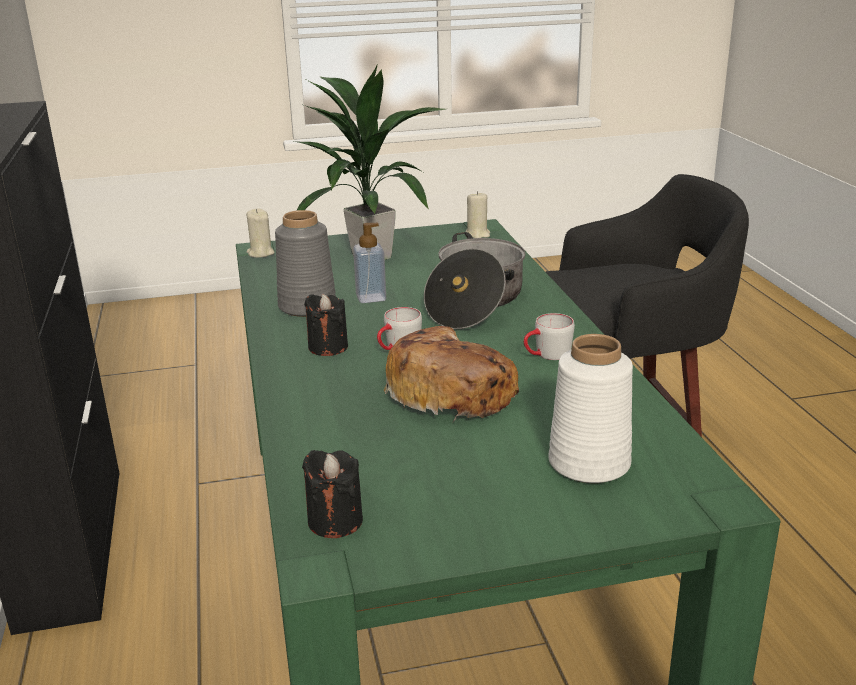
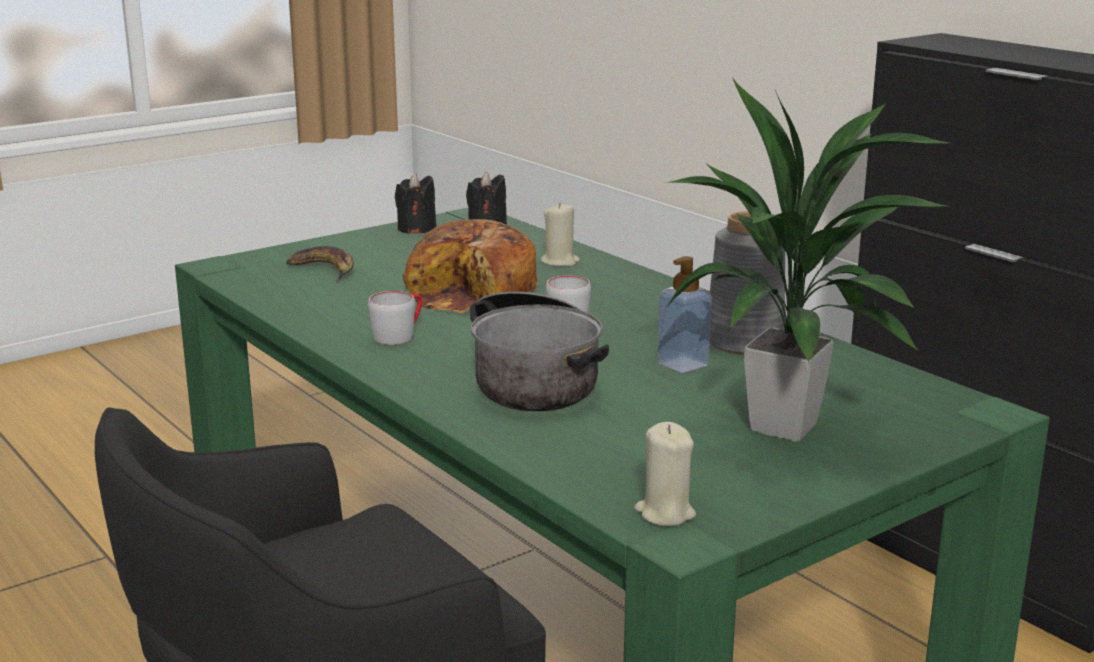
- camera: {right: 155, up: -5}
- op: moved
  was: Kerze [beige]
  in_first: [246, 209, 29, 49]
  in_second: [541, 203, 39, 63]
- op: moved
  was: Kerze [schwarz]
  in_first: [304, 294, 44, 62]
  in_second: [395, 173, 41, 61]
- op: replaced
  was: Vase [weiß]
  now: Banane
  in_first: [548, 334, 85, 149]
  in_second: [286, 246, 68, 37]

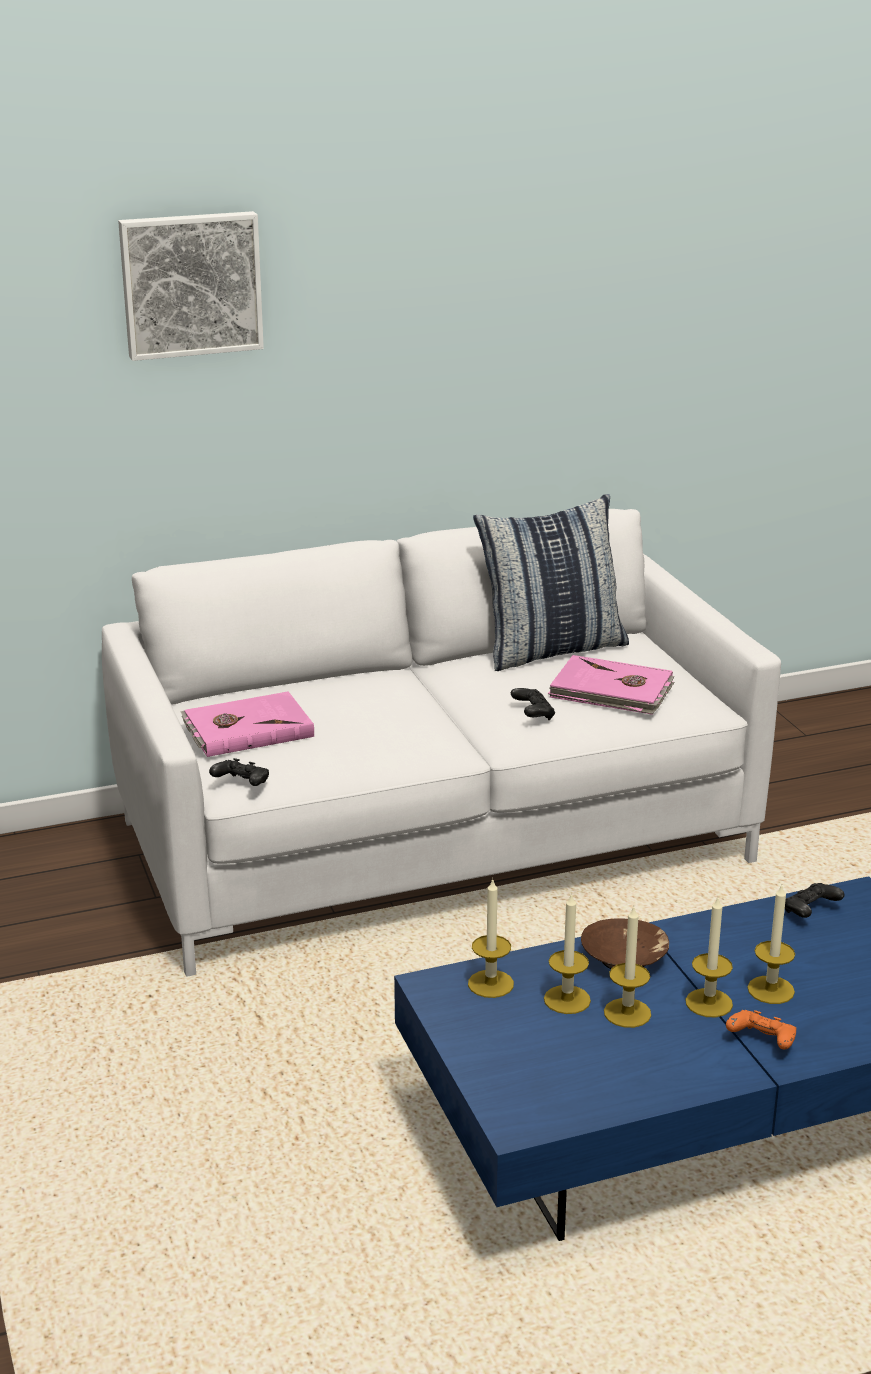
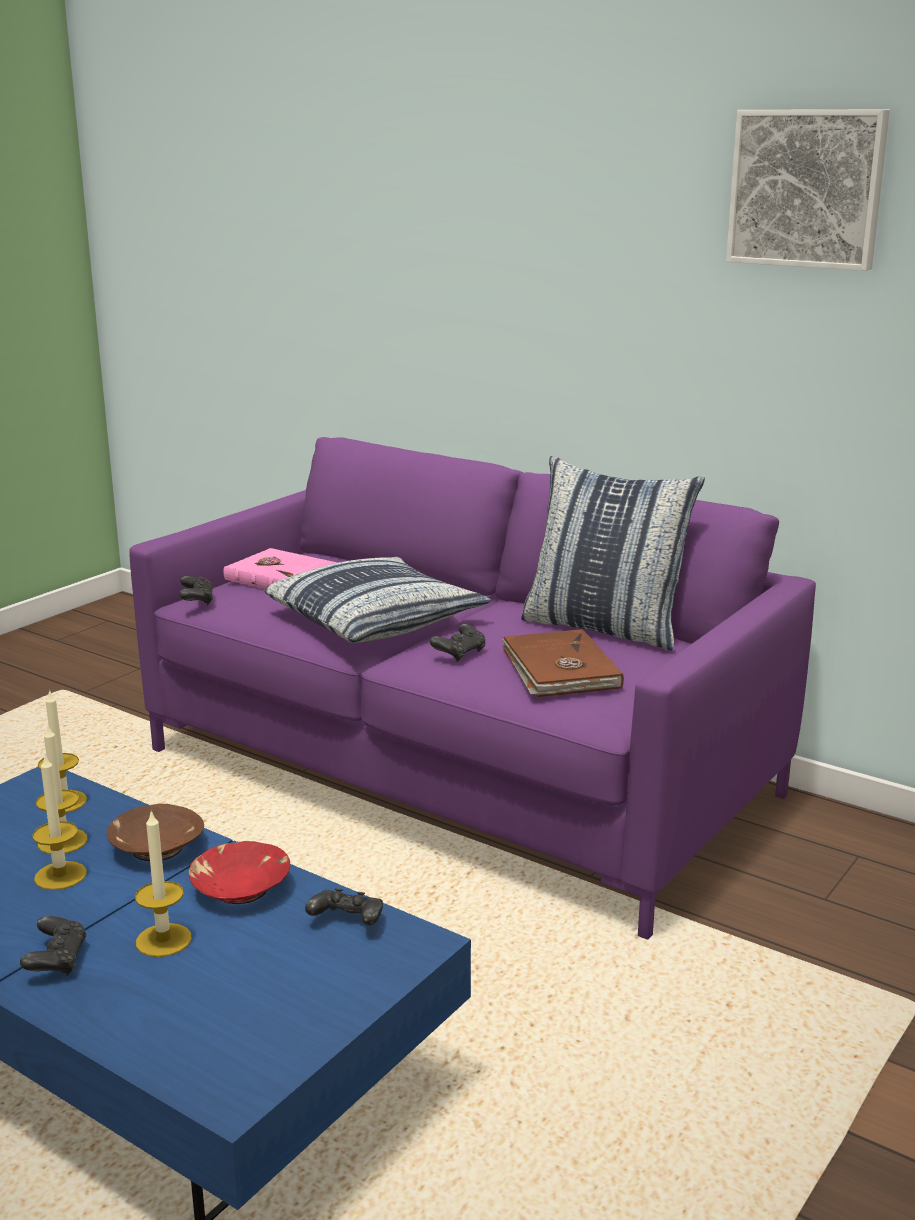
- camera: {right: 55, up: -5}
- op: removed
  was: Kerze
  in_first: [685, 898, 48, 120]
- op: added
  now: Schüssel [rot]
  in_second: [189, 841, 101, 63]
- op: added
  now: Kissen
  in_second: [264, 557, 227, 86]
- op: moved
  was: Bild
  in_first: [118, 211, 146, 150]
  in_second: [726, 109, 164, 162]
- op: recoloured
  was: Sofa [weiß]
  now: Sofa [lila]
  in_first: [102, 509, 679, 468]
  in_second: [129, 437, 687, 503]
- op: recoloured
  was: Buch [rosa]
  now: Buch [braun]
  in_first: [548, 655, 126, 60]
  in_second: [502, 629, 122, 68]
- op: recoloured
  was: Gamepad [orange]
  now: Gamepad [schwarz]
  in_first: [726, 1010, 70, 40]
  in_second: [20, 916, 67, 60]

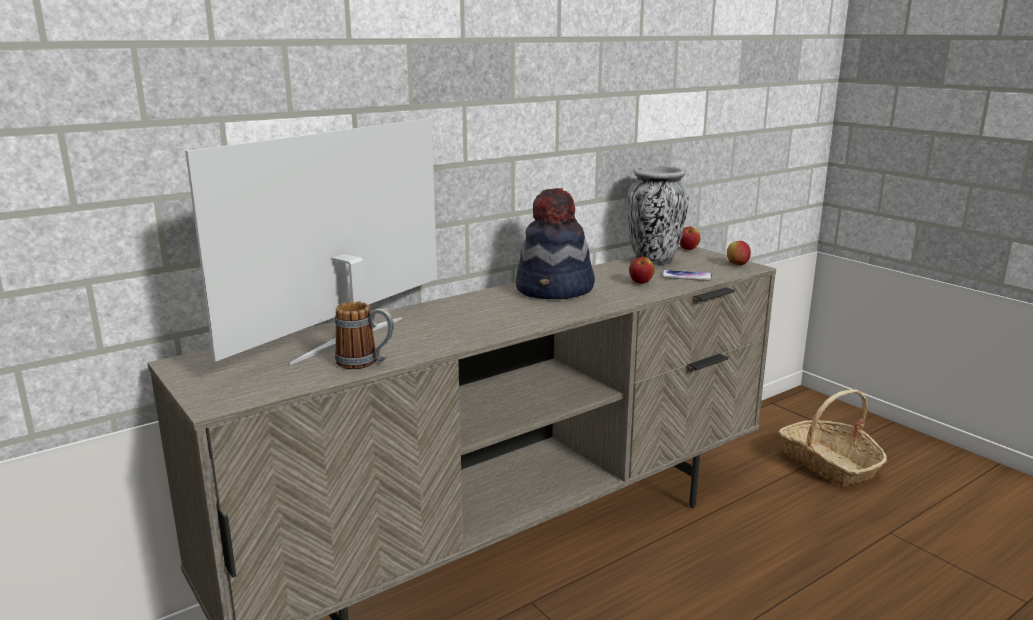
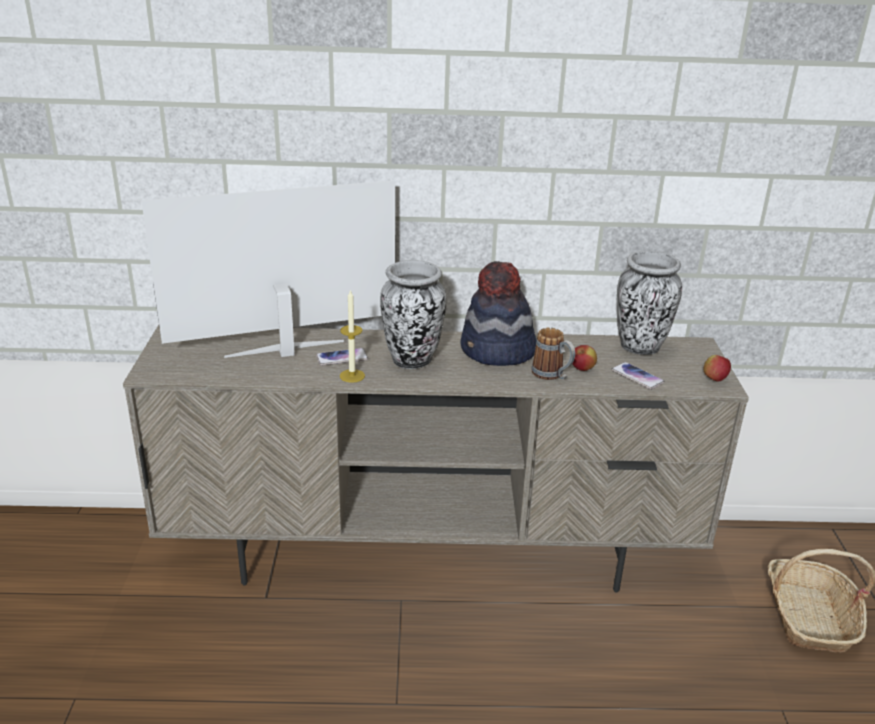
- camera: {right: 35, up: 10}
- op: removed
  was: Apfel
  in_first: [680, 227, 21, 23]
- op: added
  now: Handy
  in_second: [316, 348, 52, 17]
- op: added
  now: Kerze
  in_second: [340, 289, 25, 94]
- op: added
  now: Vase
  in_second: [380, 260, 67, 109]
- op: moved
  was: Henkelbecher
  in_first: [335, 301, 58, 68]
  in_second: [531, 328, 44, 52]

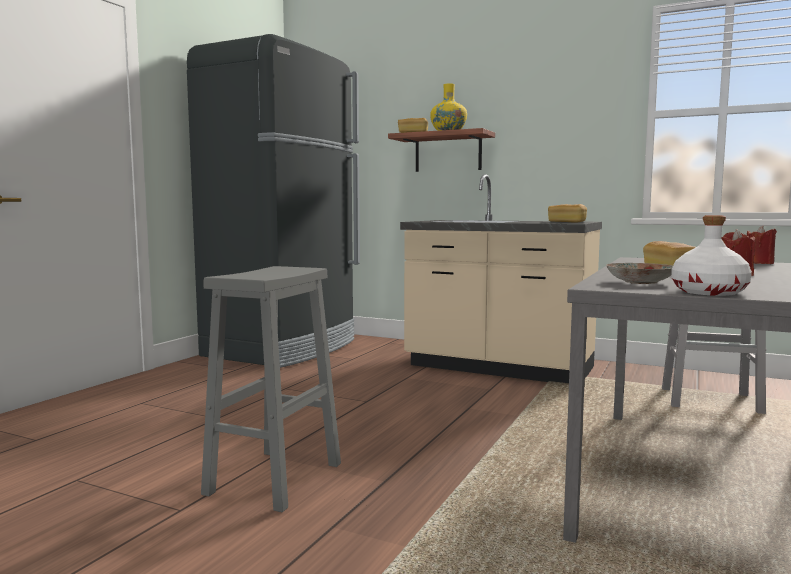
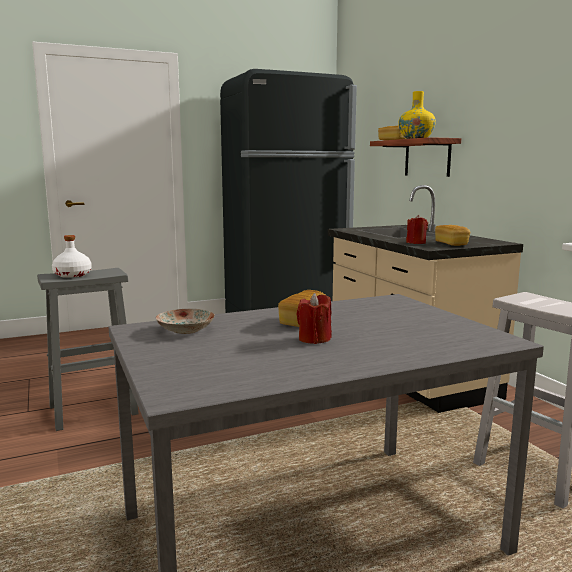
- camera: {right: 40, up: 5}
- op: moved
  was: Flasche [weiß]
  in_first: [672, 215, 80, 81]
  in_second: [52, 235, 40, 43]
- op: moved
  was: Kerze [rot]
  in_first: [747, 226, 30, 38]
  in_second: [406, 215, 22, 29]

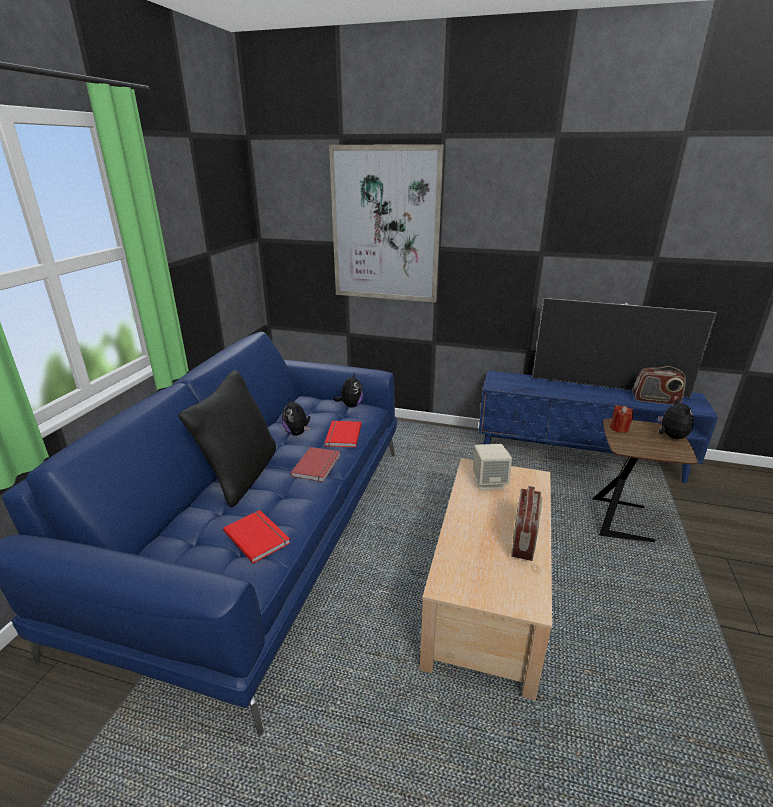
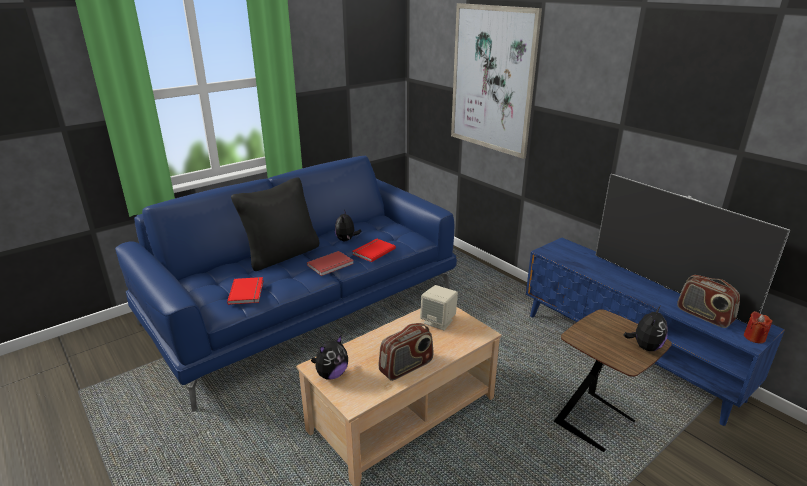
- camera: {right: 35, up: 0}
- op: moved
  was: Plüschtier
  in_first: [333, 372, 30, 36]
  in_second: [311, 336, 37, 44]
- op: moved
  was: Kerze [rot]
  in_first: [610, 405, 23, 28]
  in_second: [744, 311, 29, 32]

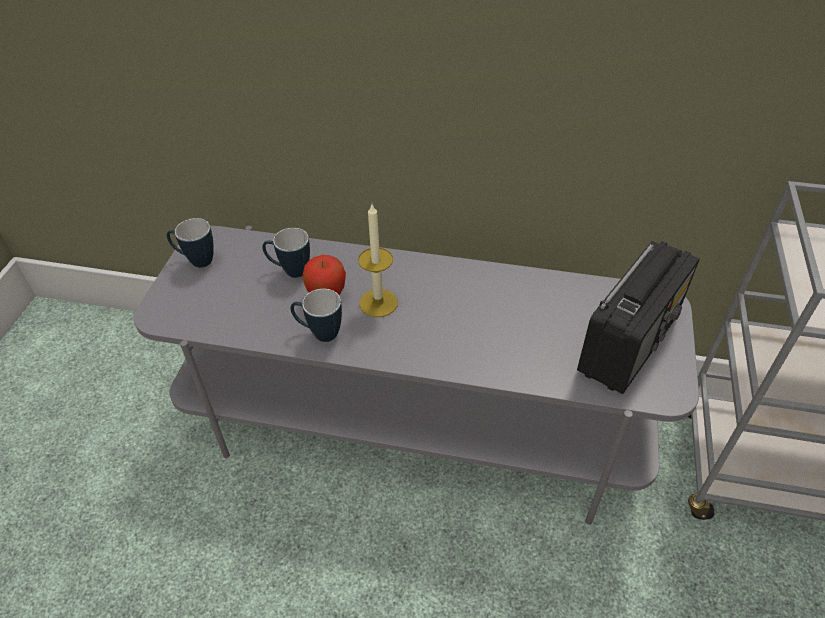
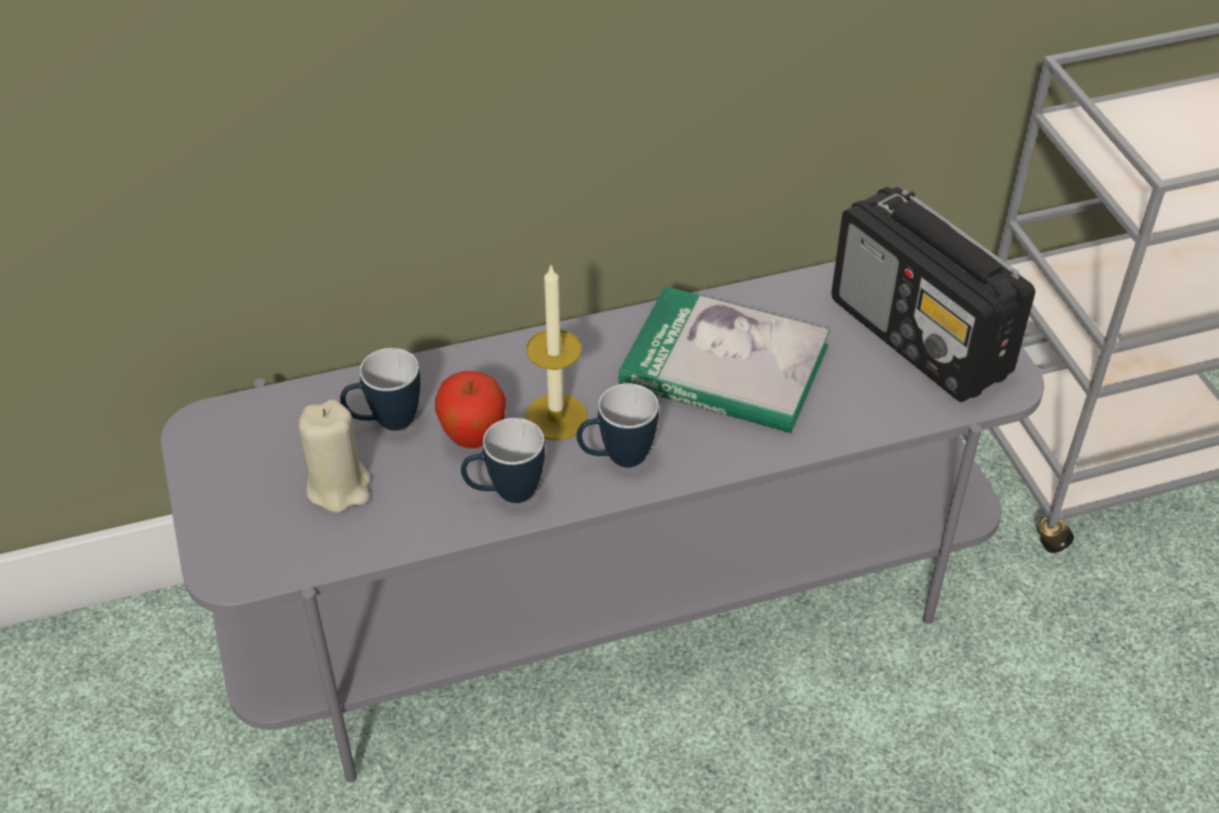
- camera: {right: -30, up: 0}
- op: added
  now: Kerze [beige]
  in_second: [299, 399, 71, 114]
- op: added
  now: Buch
  in_second: [618, 286, 212, 147]
- op: moved
  was: Henkelbecher
  in_first: [167, 218, 47, 50]
  in_second: [576, 383, 83, 84]
- op: turned
  was: Radio
  in_first: [577, 241, 123, 153]
  in_second: [831, 187, 204, 215]
  clockwise: 135

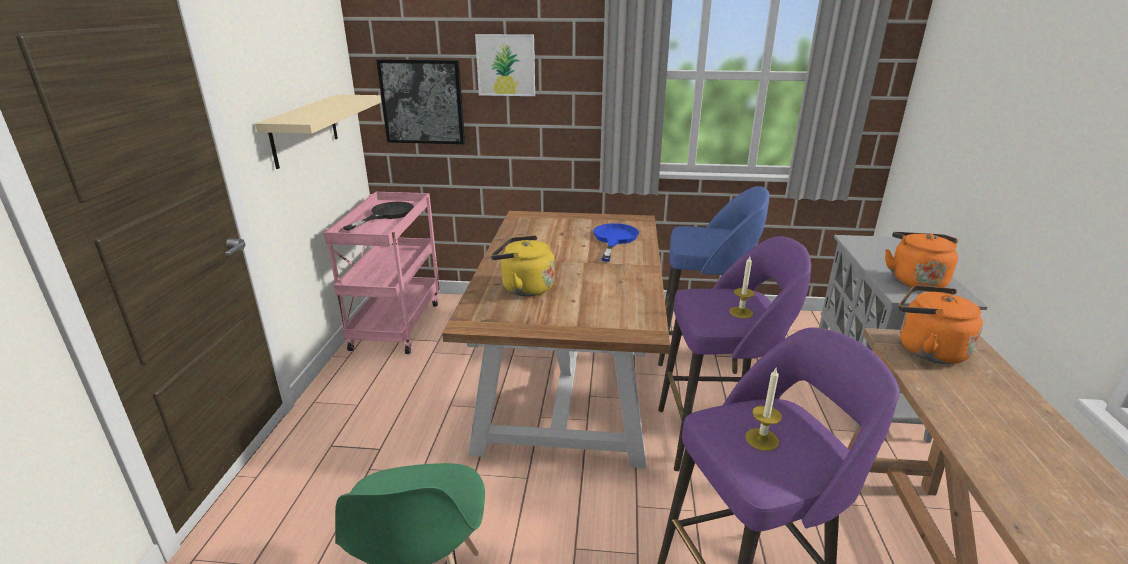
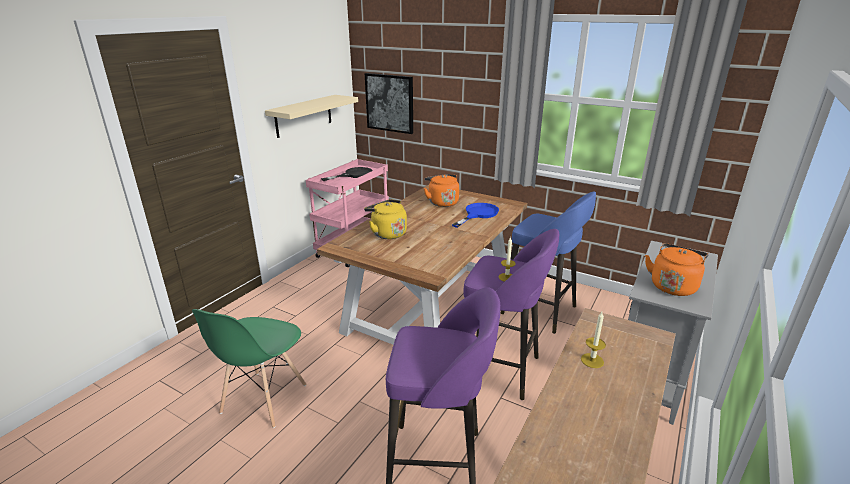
- camera: {right: 25, up: 0}
- op: removed
  was: Bild
  in_first: [475, 34, 60, 62]
- op: moved
  was: Kerze
  in_first: [745, 368, 37, 83]
  in_second: [581, 312, 25, 56]
- op: moved
  was: Wasserkessel [orange]
  in_first: [899, 285, 84, 79]
  in_second: [424, 174, 35, 33]

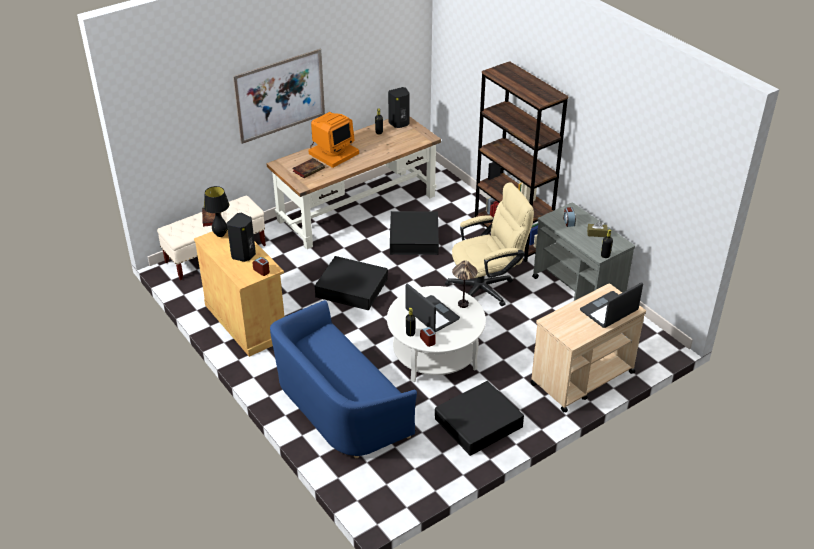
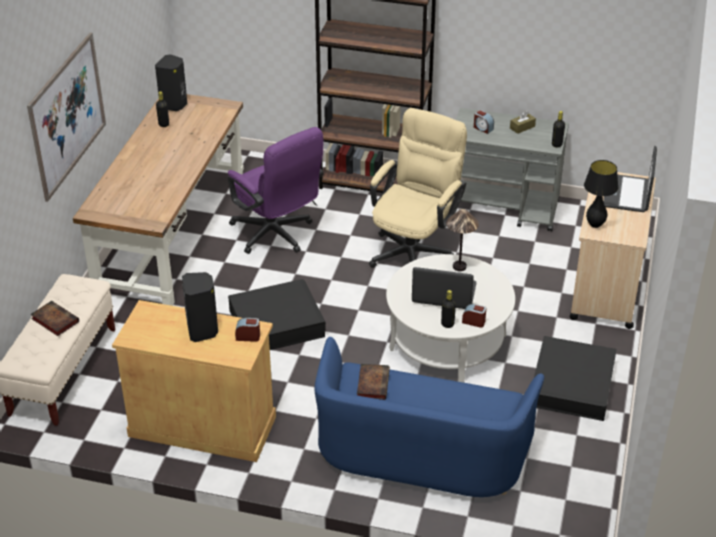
- camera: {right: -40, up: 0}
- op: removed
  was: Monitor
  in_first: [308, 112, 51, 56]
- op: moved
  was: Tischlampe [schwarz]
  in_first: [204, 186, 25, 51]
  in_second: [584, 160, 34, 68]
- op: moved
  was: Buch
  in_first: [293, 158, 32, 20]
  in_second: [357, 364, 33, 36]
- op: replaced
  was: Aufbewahrungsbox [schwarz]
  now: Bürostuhl [lila]
  in_first: [390, 211, 49, 44]
  in_second: [228, 127, 96, 127]

